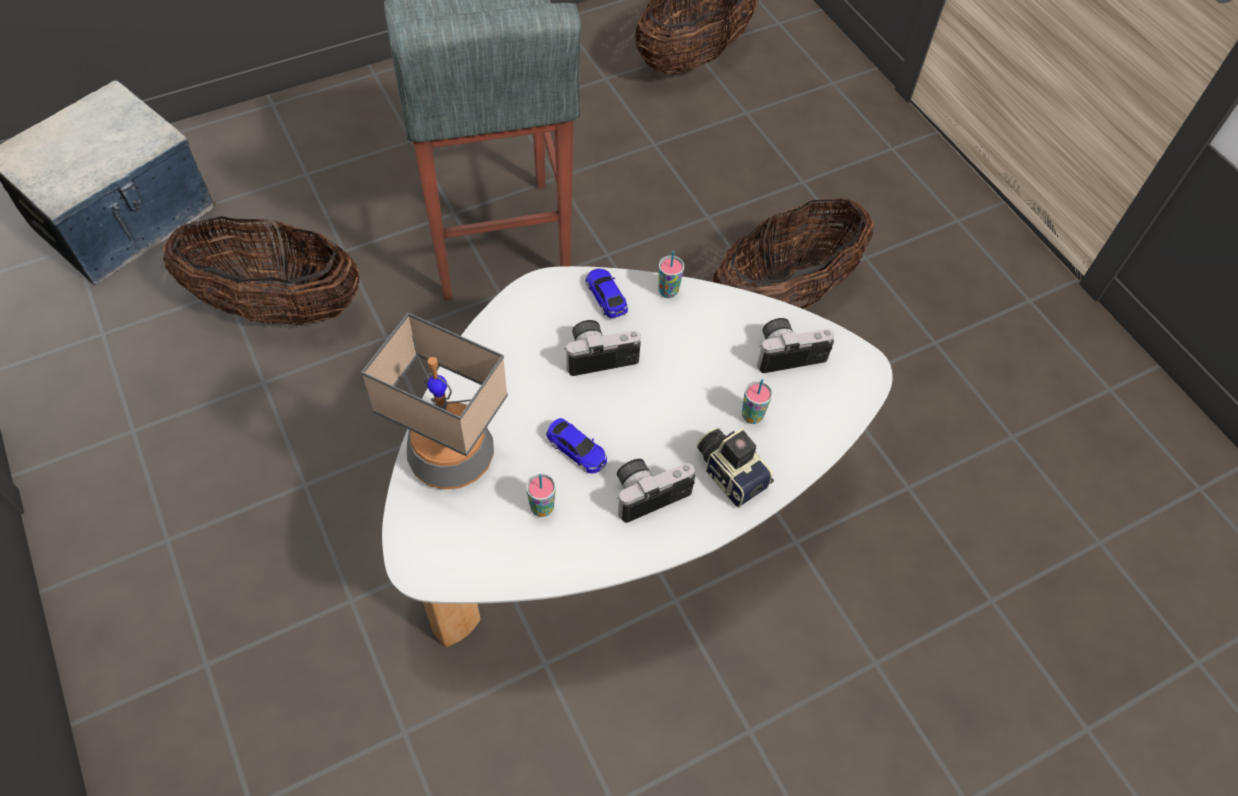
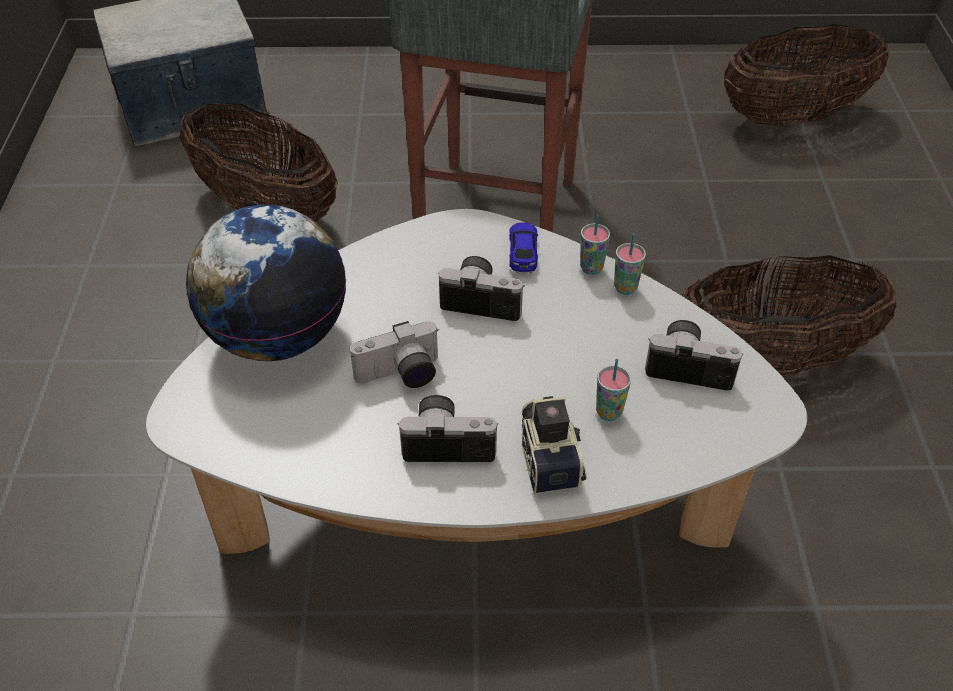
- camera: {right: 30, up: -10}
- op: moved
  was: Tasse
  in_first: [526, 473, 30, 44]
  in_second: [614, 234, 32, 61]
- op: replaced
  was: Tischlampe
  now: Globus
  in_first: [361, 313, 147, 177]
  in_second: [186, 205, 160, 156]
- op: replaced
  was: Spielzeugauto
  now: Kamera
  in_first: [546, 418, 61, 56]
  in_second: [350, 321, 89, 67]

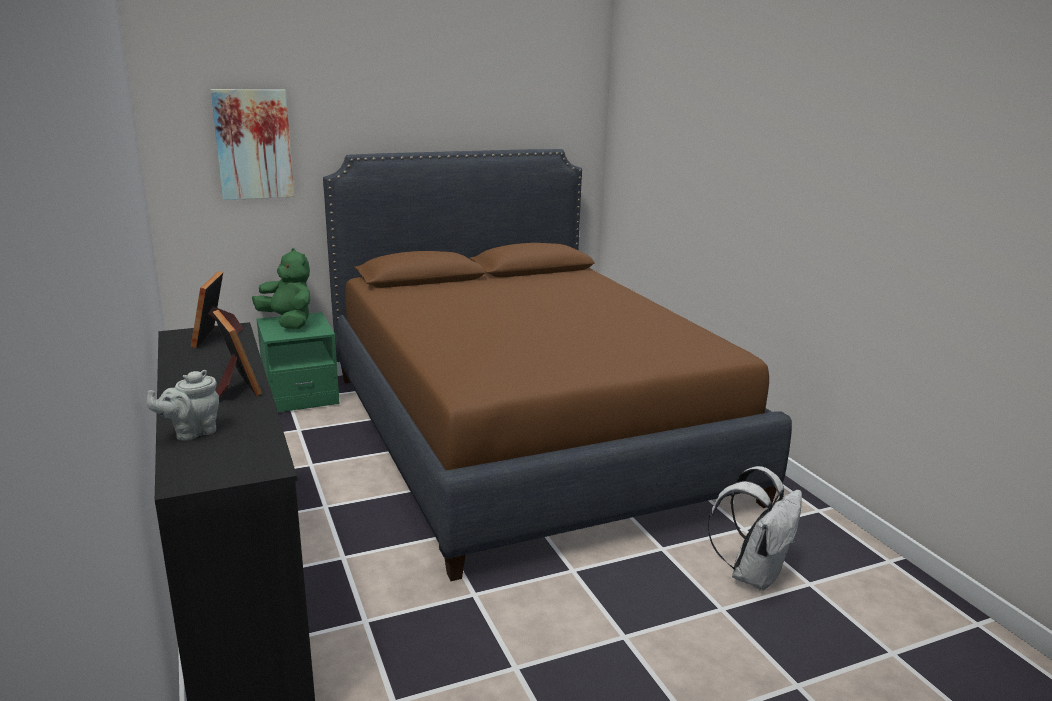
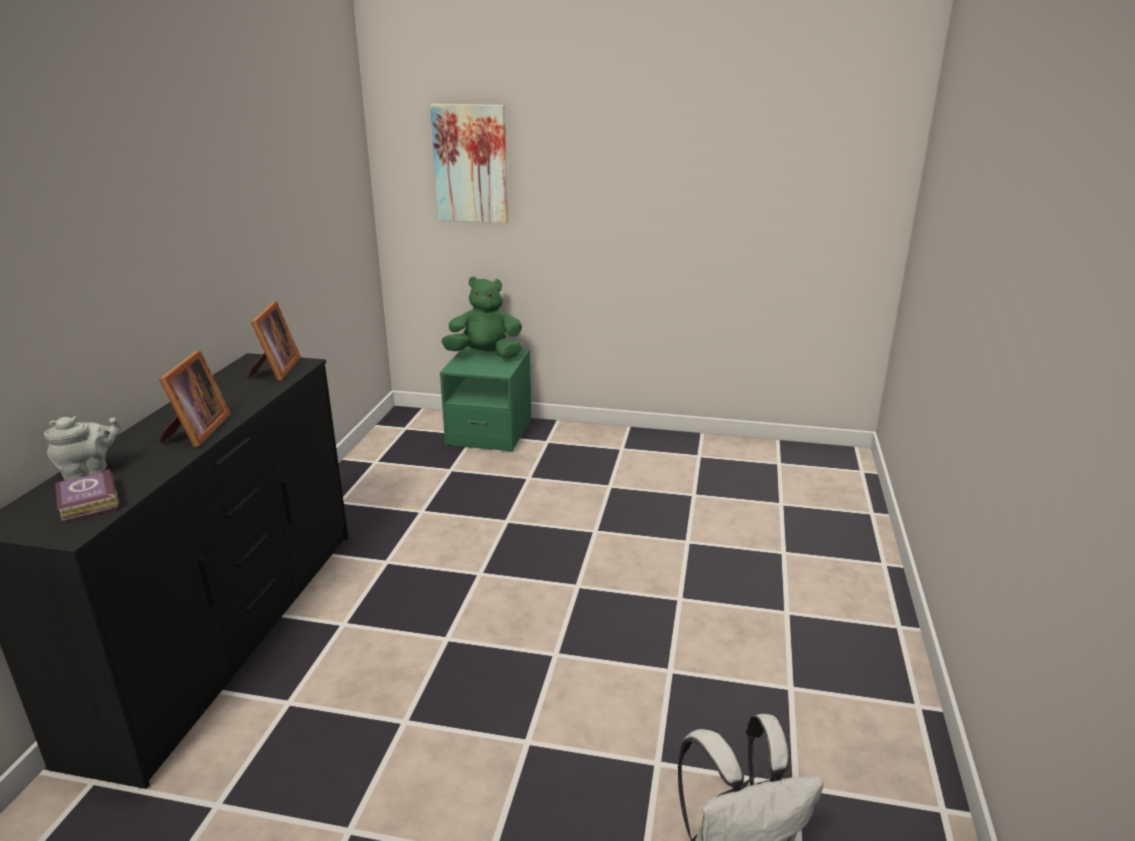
- camera: {right: 35, up: 5}
- op: removed
  was: Bett [braun]
  in_first: [323, 149, 469, 432]
- op: added
  now: Buch
  in_second: [55, 469, 64, 54]
- op: turned
  was: Teekanne [grau]
  in_first: [146, 370, 73, 71]
  in_second: [44, 416, 78, 65]
  clockwise: 150
- op: turned
  was: Bilderrahmen
  in_first: [191, 271, 52, 77]
  in_second: [247, 301, 54, 80]
  clockwise: 150
- op: turned
  was: Plüschtier [grün]
  in_first: [252, 248, 58, 81]
  in_second: [441, 276, 81, 83]
  clockwise: -75

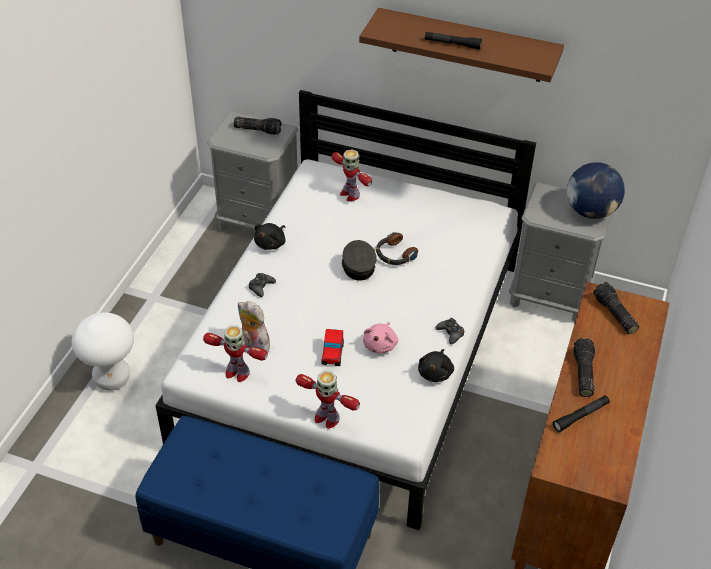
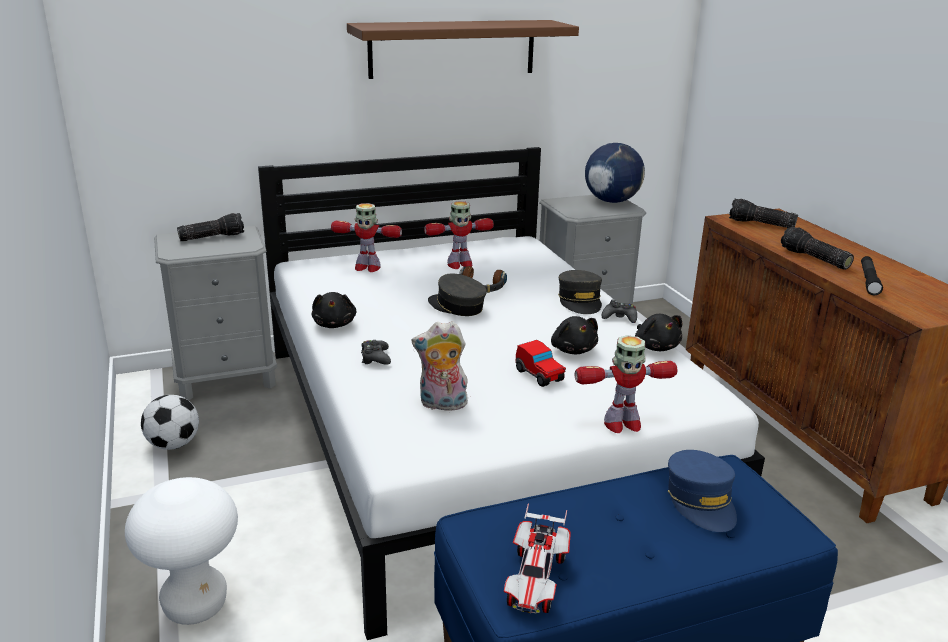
- camera: {right: -40, up: -20}
- op: removed
  was: Taschenlampe [schwarz]
  in_first: [425, 32, 57, 17]
- op: added
  now: Fußball
  in_second: [141, 395, 58, 55]
- op: added
  now: Spielzeugauto
  in_second: [504, 504, 66, 110]
- op: added
  now: Kappe [grau]
  in_second: [558, 270, 44, 44]
- op: added
  now: Kappe [blau]
  in_second: [668, 450, 69, 82]
- op: moved
  was: Spielzeugroboter
  in_first: [203, 326, 65, 56]
  in_second: [424, 201, 70, 68]
- op: recoloured
  was: Plüschtier [rosa]
  now: Plüschtier [schwarz]
  in_first: [363, 322, 35, 32]
  in_second: [551, 316, 47, 38]

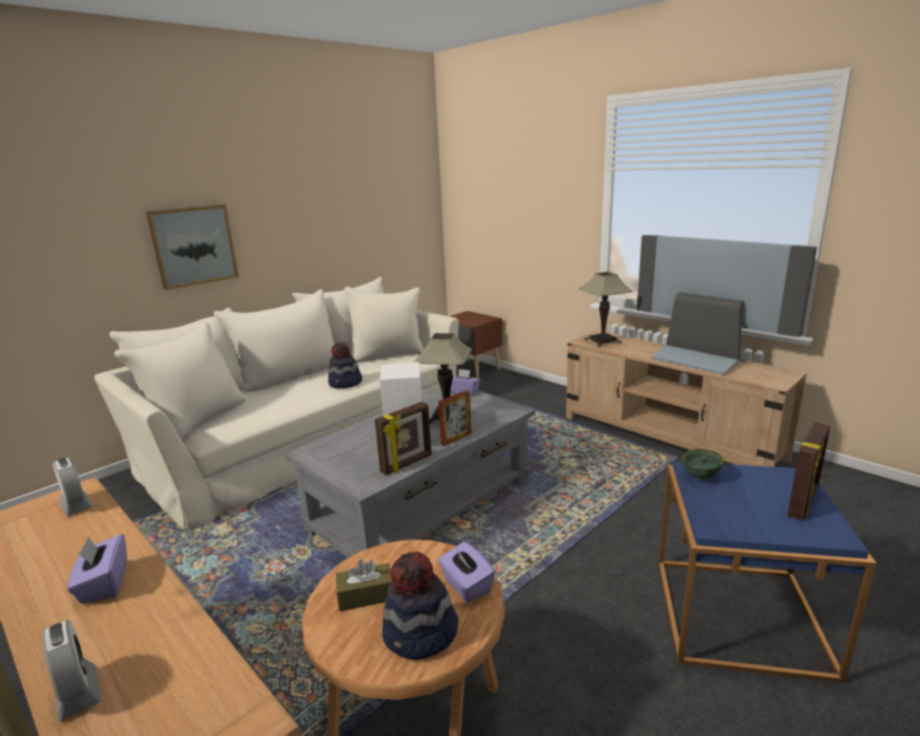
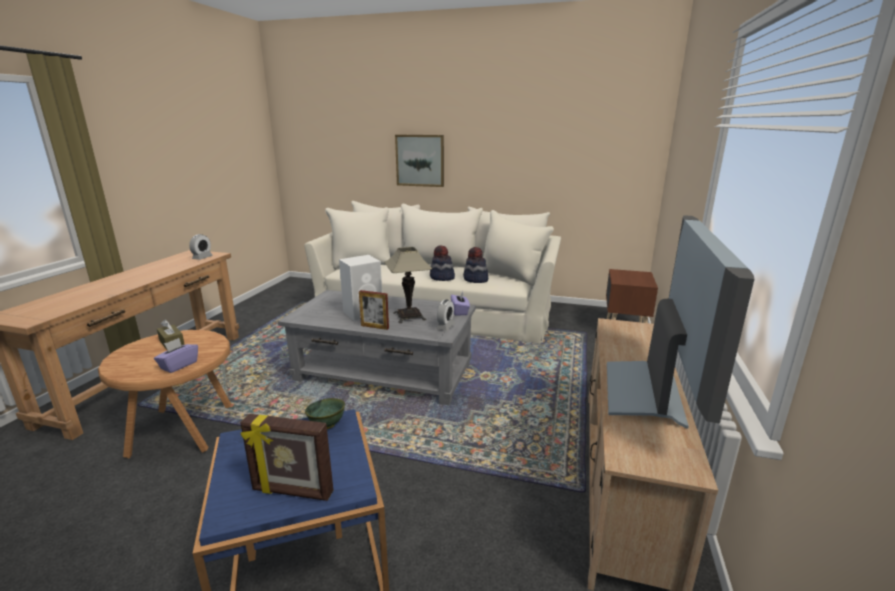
- camera: {right: 60, up: 0}
- op: removed
  was: Taschentuchbox [lila]
  in_first: [67, 534, 60, 70]
- op: removed
  was: Bilderrahmen
  in_first: [375, 402, 57, 73]
- op: removed
  was: Tischlampe
  in_first: [579, 272, 54, 75]
- op: moved
  was: Wecker
  in_first: [42, 620, 60, 102]
  in_second: [436, 300, 19, 31]
- op: moved
  was: Hut
  in_first: [382, 552, 76, 108]
  in_second: [463, 247, 25, 36]

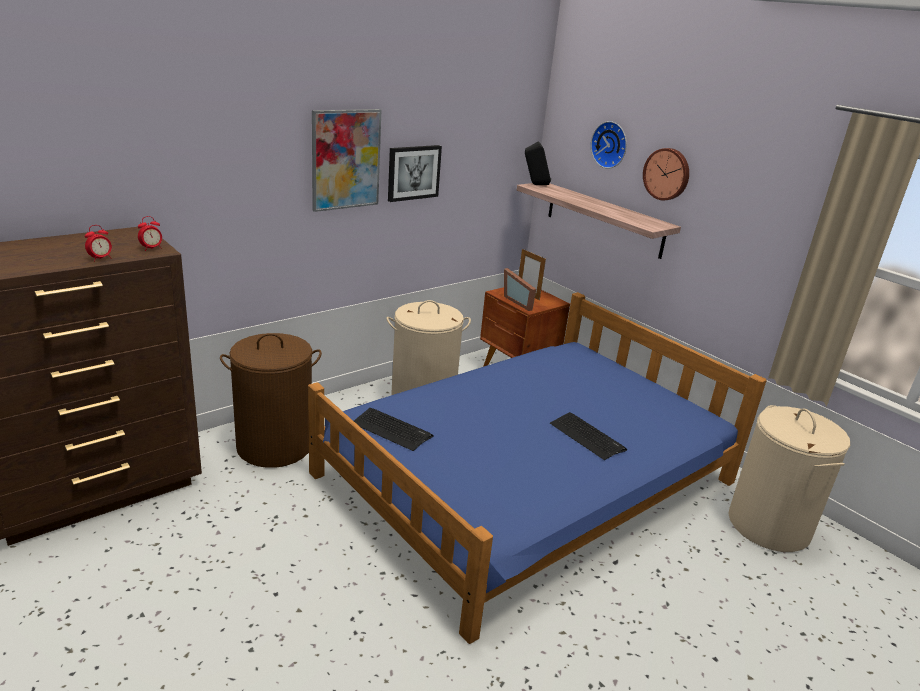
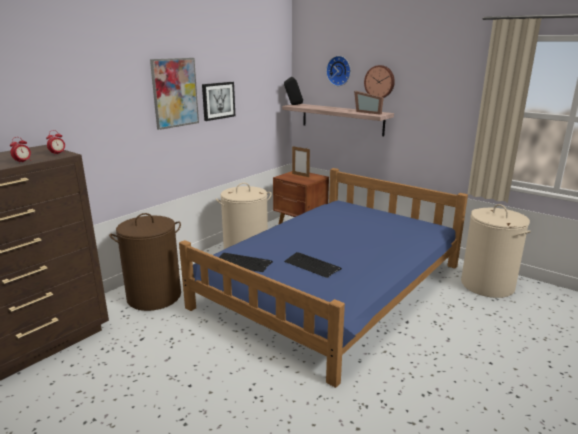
- camera: {right: -10, up: -5}
- op: moved
  was: Bilderrahmen
  in_first: [504, 268, 32, 43]
  in_second: [354, 91, 30, 24]
- op: moved
  was: Tastatur
  in_first: [550, 412, 77, 48]
  in_second: [284, 252, 58, 26]

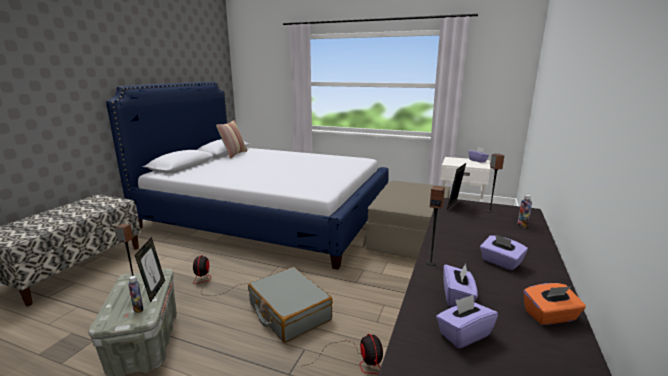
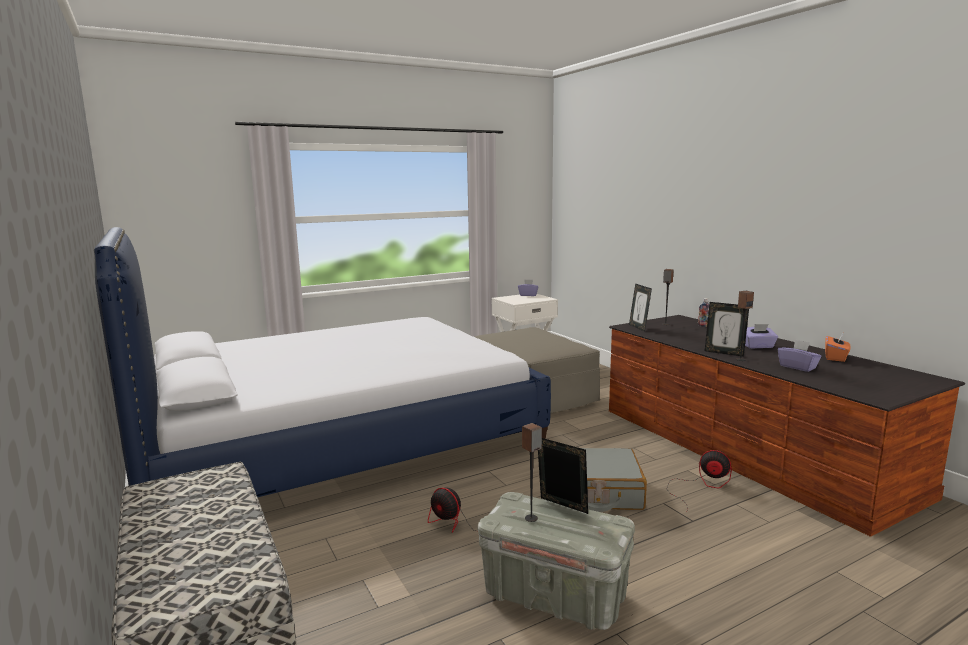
- camera: {right: -50, up: -5}
- op: removed
  was: Flasche
  in_first: [128, 276, 16, 37]
- op: removed
  was: Kissen
  in_first: [216, 120, 31, 39]
- op: removed
  was: Taschentuchbox [lila]
  in_first: [436, 295, 62, 54]
- op: added
  now: Bilderrahmen
  in_second: [705, 302, 44, 55]

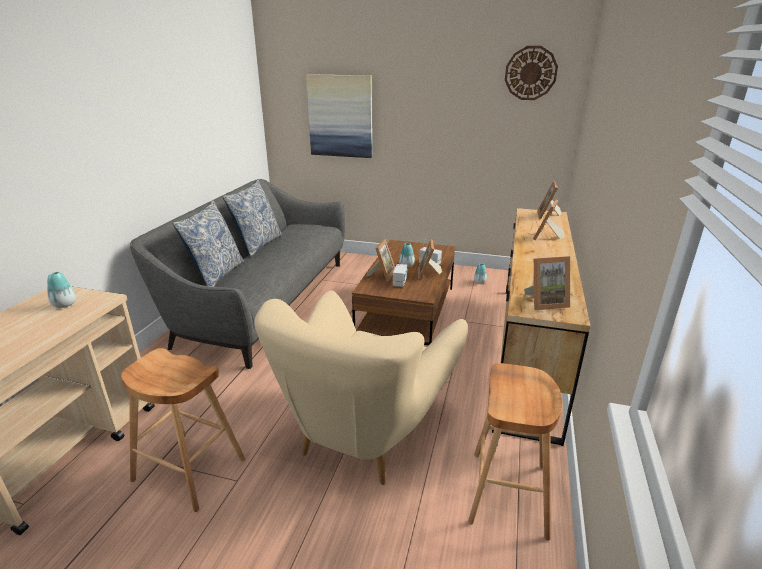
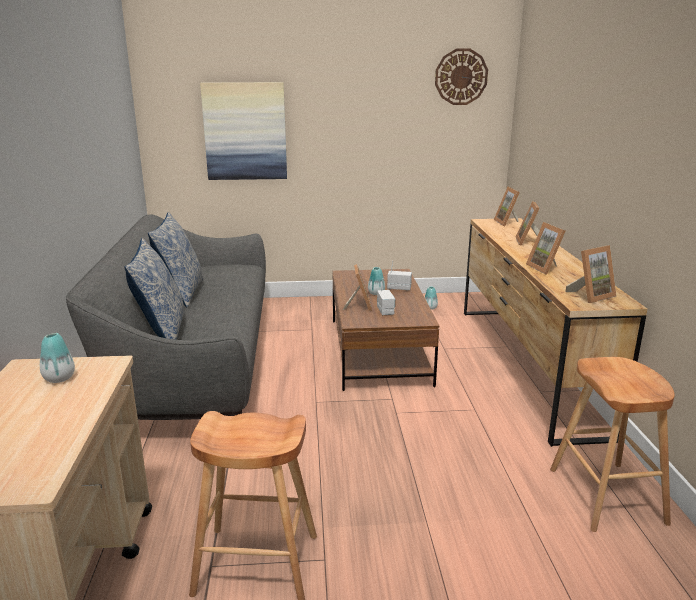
- camera: {right: -20, up: -5}
- op: removed
  was: Sessel [beige]
  in_first: [254, 290, 214, 195]
- op: moved
  was: Bilderrahmen
  in_first: [418, 239, 24, 41]
  in_second: [526, 222, 39, 53]

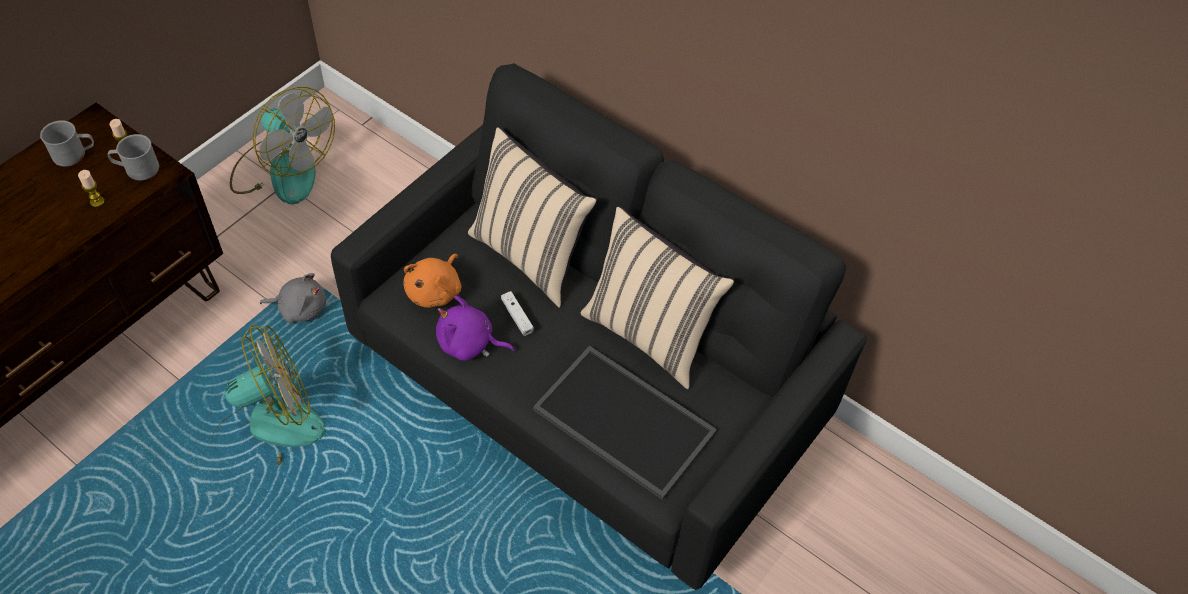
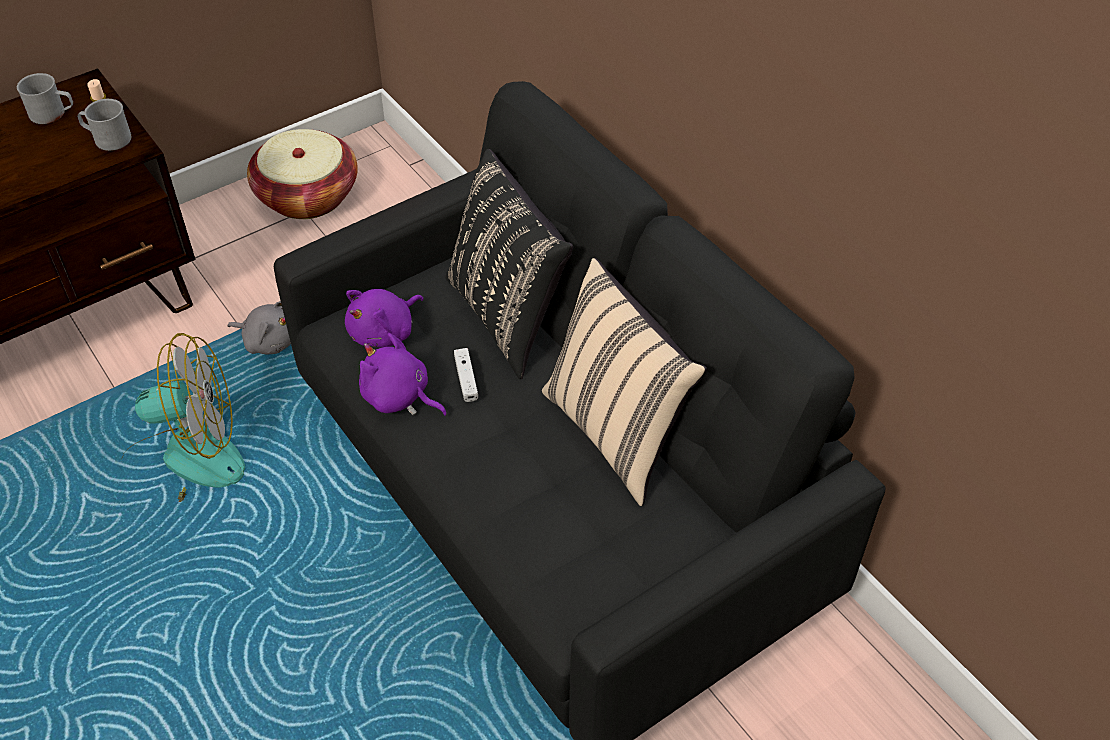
- camera: {right: 20, up: -5}
- op: removed
  was: Kerze
  in_first: [78, 170, 27, 37]
- op: removed
  was: Tablett
  in_first: [533, 345, 184, 155]
- op: replaced
  was: Ventilator
  now: Korb
  in_first: [230, 87, 105, 117]
  in_second: [247, 129, 111, 90]
- op: recoloured
  was: Plüschtier [orange]
  now: Plüschtier [lila]
  in_first: [403, 254, 58, 54]
  in_second: [345, 289, 78, 58]
- op: recoloured
  was: Kissen [beige]
  now: Kissen [schwarz]
  in_first: [468, 127, 129, 181]
  in_second: [445, 149, 128, 230]

